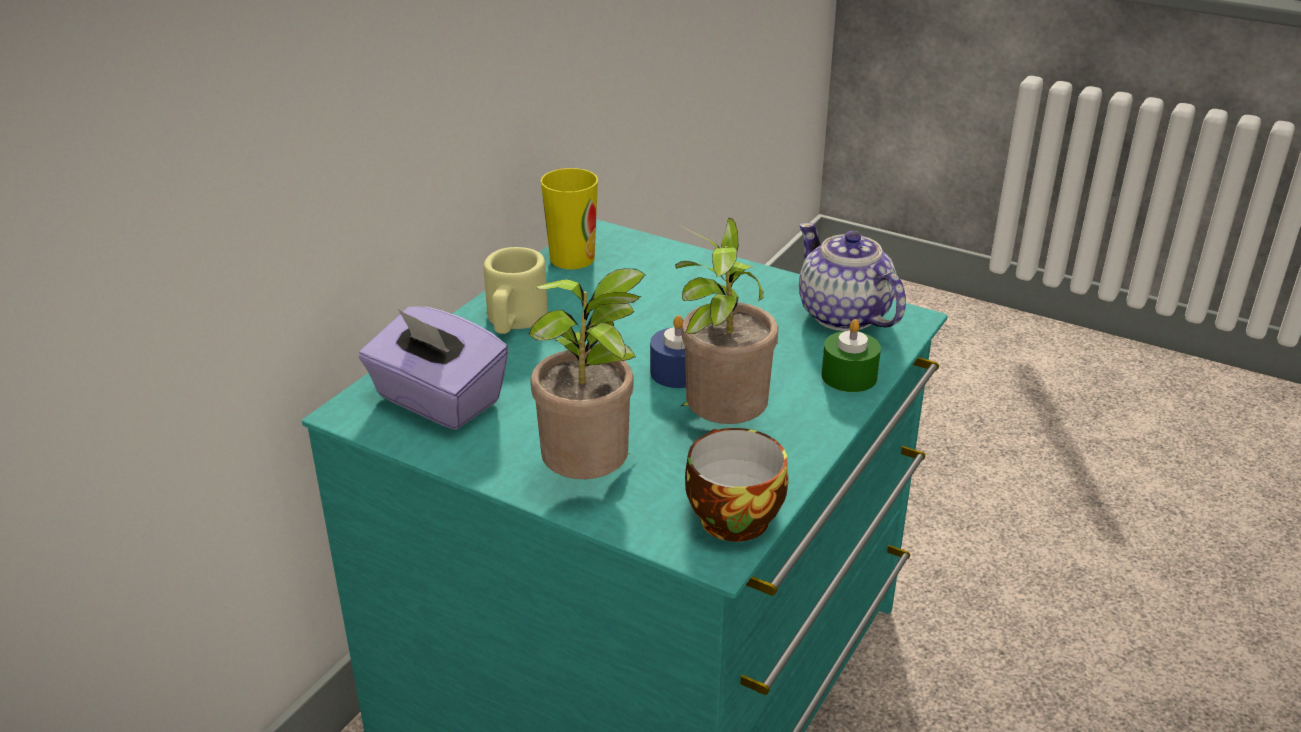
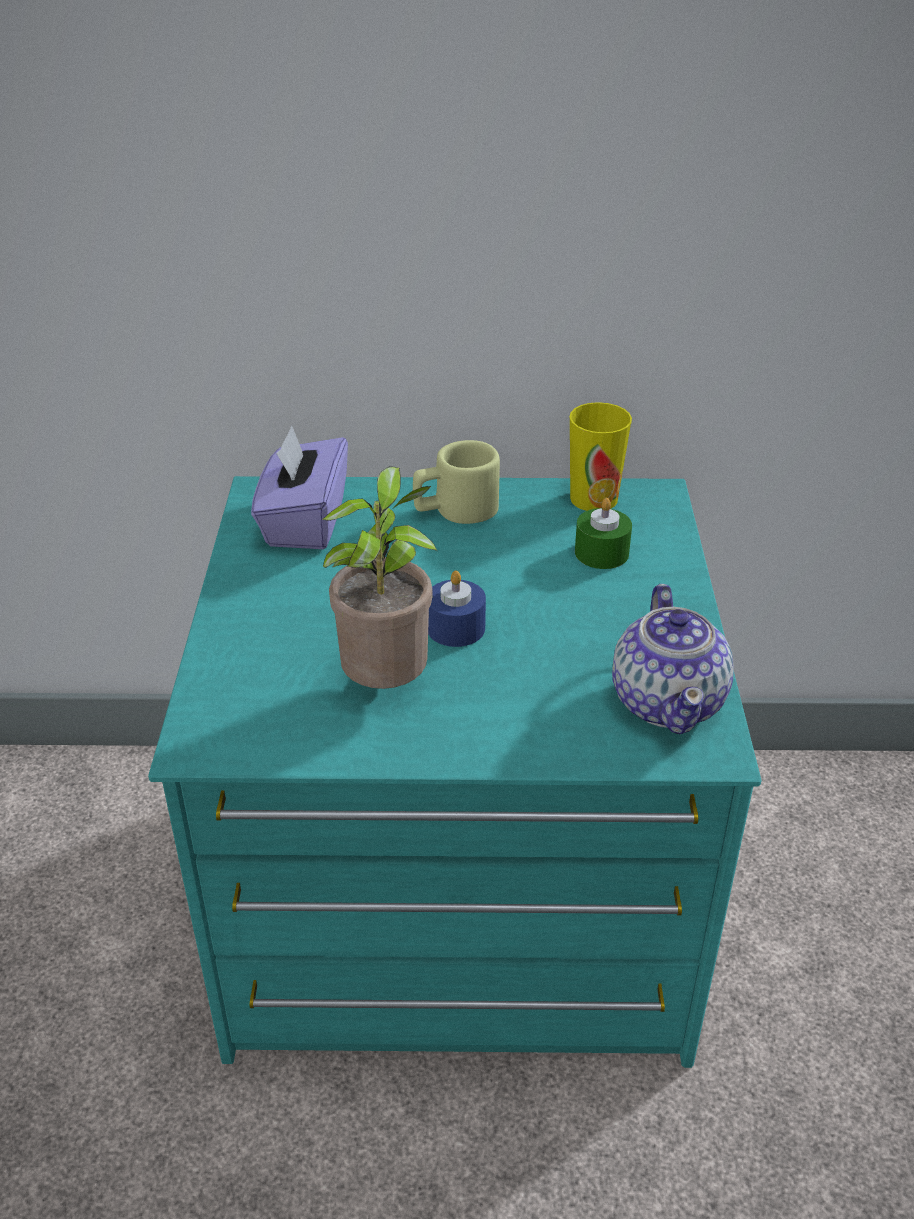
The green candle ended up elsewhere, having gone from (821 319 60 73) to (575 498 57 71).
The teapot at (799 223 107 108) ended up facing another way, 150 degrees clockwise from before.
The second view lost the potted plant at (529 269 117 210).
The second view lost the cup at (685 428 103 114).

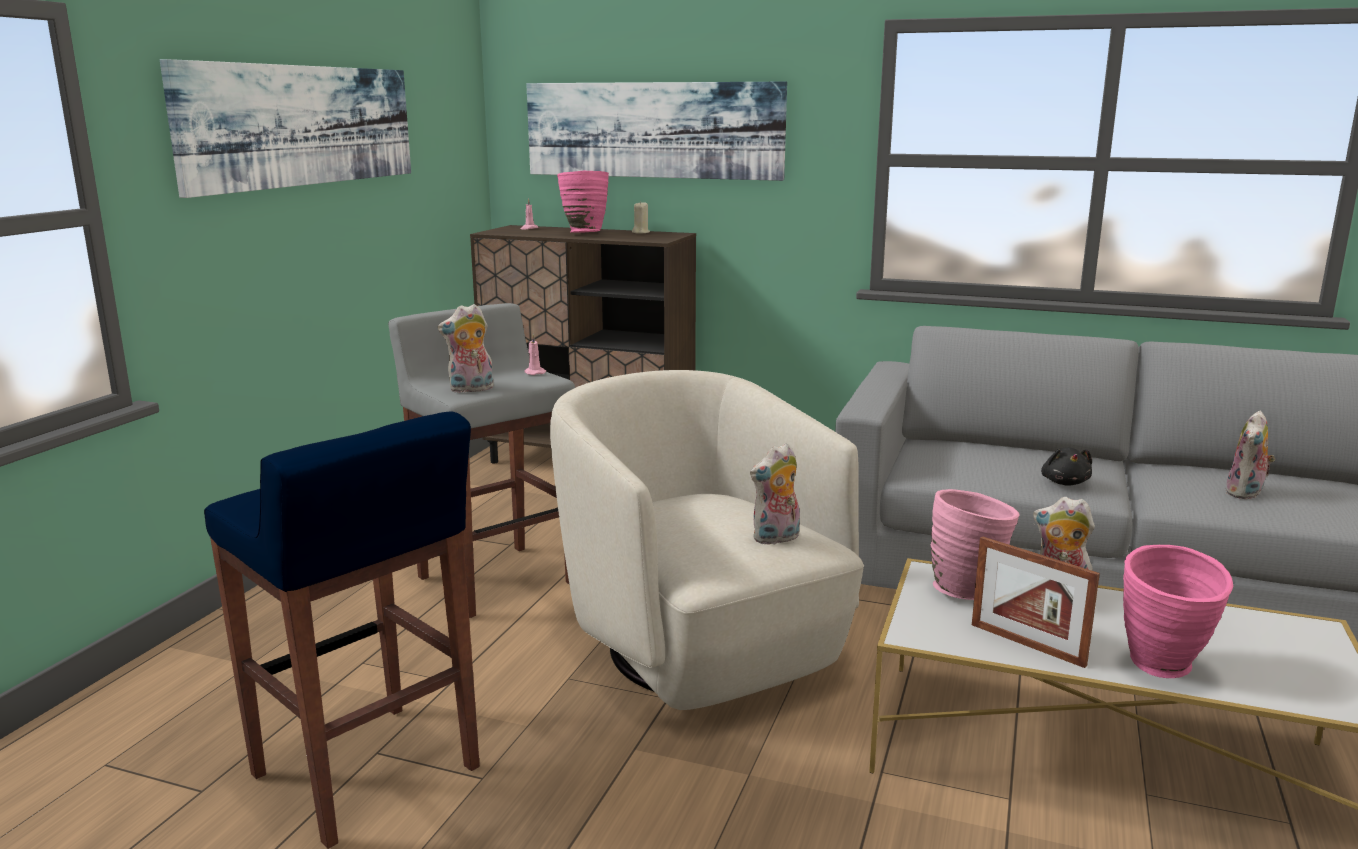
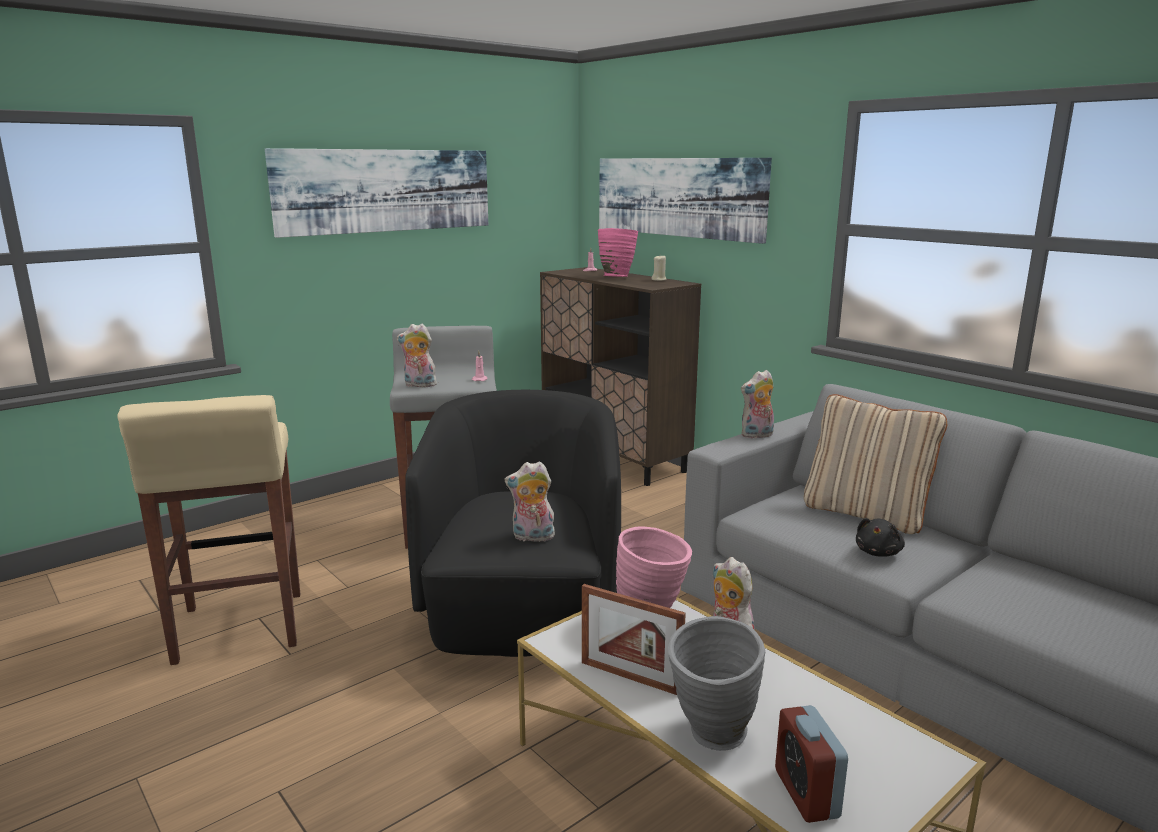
What was the blue stool at (204 412 276 437) turned into the beige stool at (117 395 183 270).
What was the beige armchair at (550 370 314 340) turned into the black armchair at (405 390 216 267).
The picture frame at (972 536 128 132) ended up facing another way, 45 degrees counterclockwise from before.
What was the pink vase at (1123 545 110 133) turned into the grey vase at (668 616 97 135).
The plush toy ended up elsewhere, having gone from (1225 411 50 88) to (741 370 33 69).
The second view gained the alarm clock at (775 705 73 118).
The second view gained the beige pillow at (804 394 143 140).

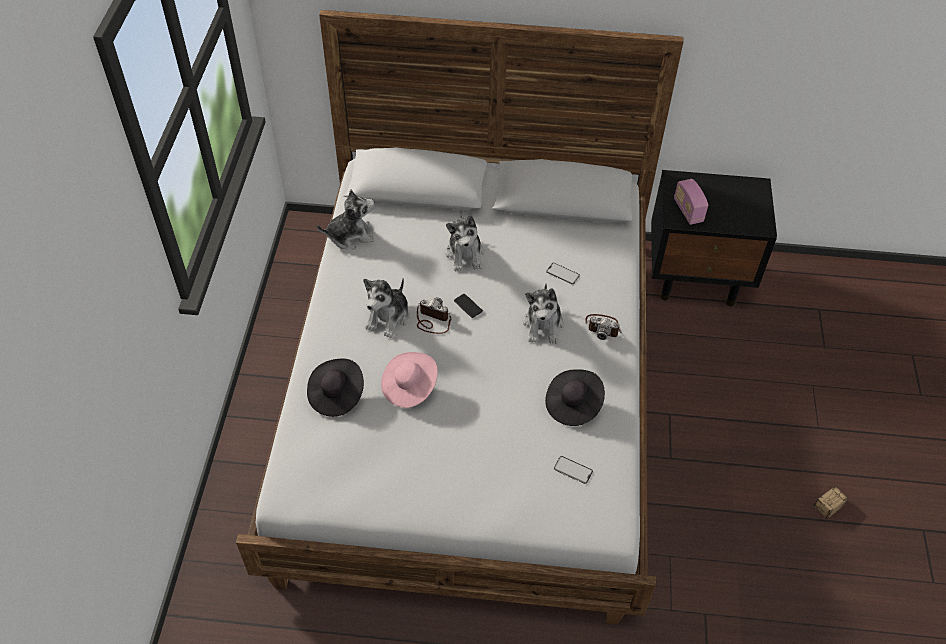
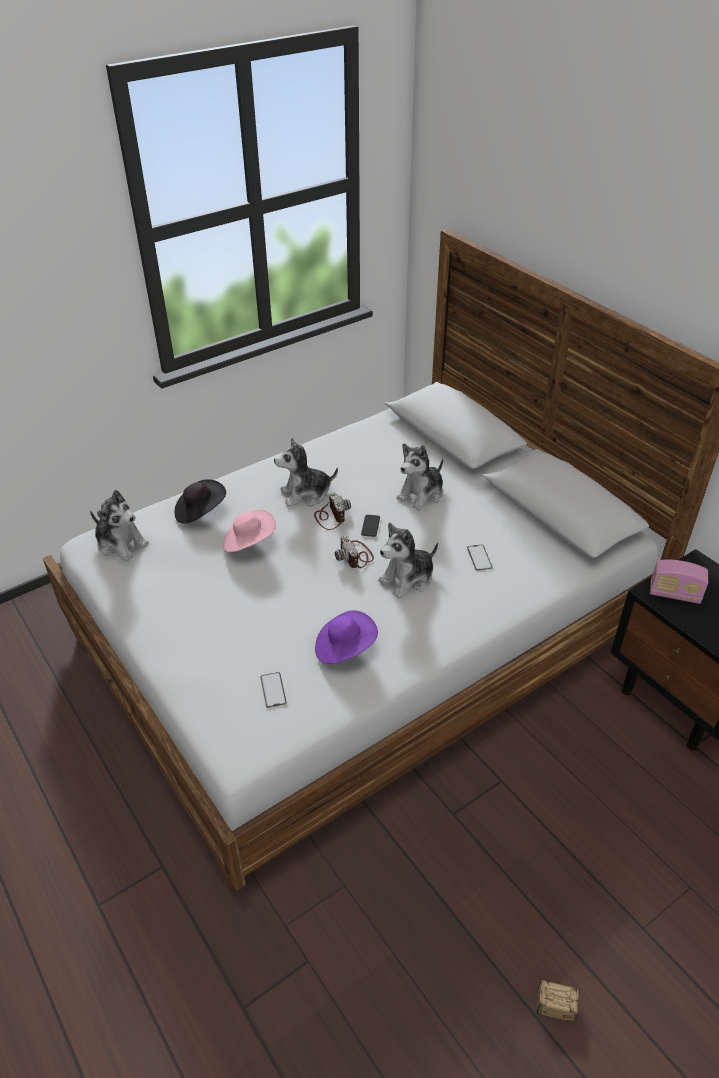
The plush toy ended up elsewhere, having gone from (317 189 58 60) to (90 490 59 71).
What was the black hat at (545 369 60 57) turned into the purple hat at (315 610 63 54).
The photo camera ended up elsewhere, having gone from (585 314 37 26) to (335 535 39 33).
The radio at (674 179 34 46) ended up facing another way, 105 degrees counterclockwise from before.

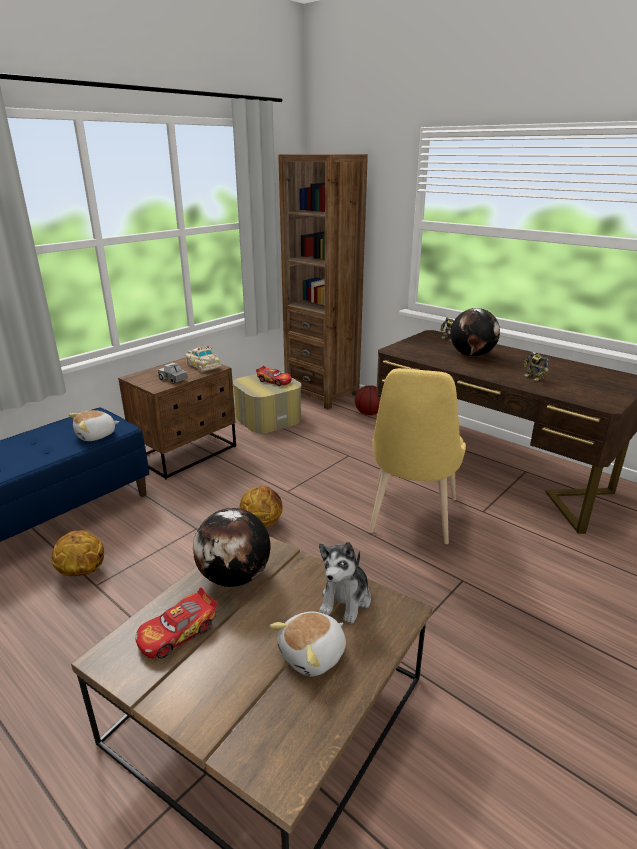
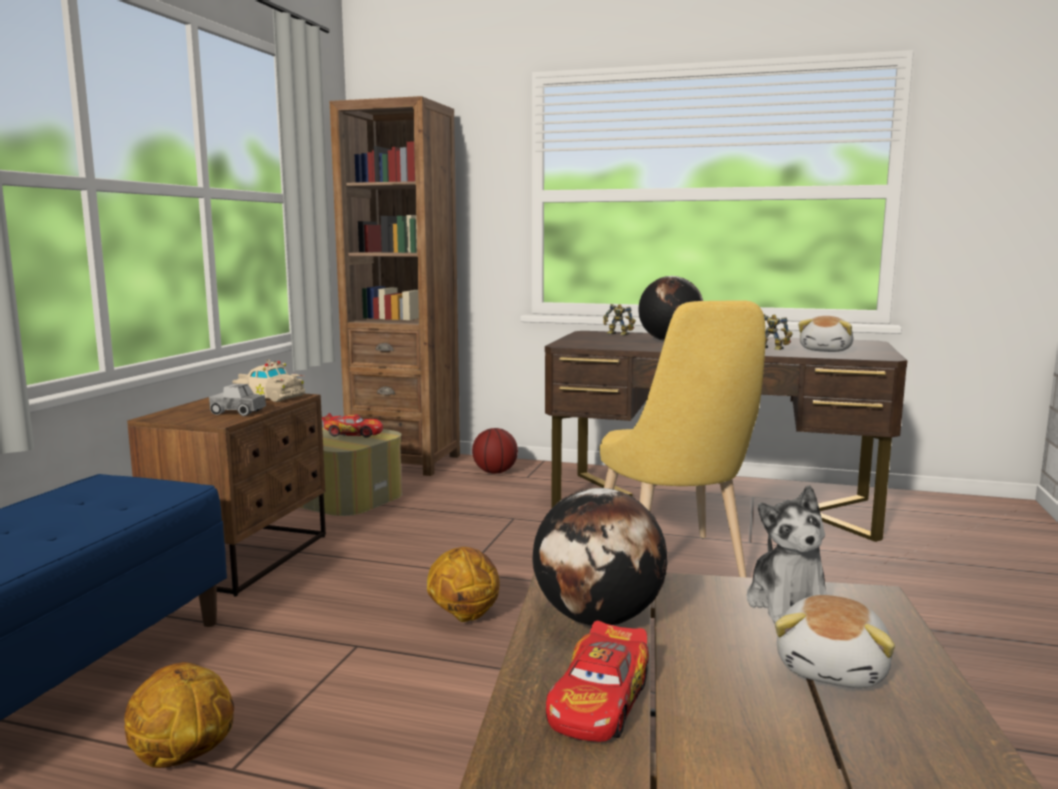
The plush toy ended up elsewhere, having gone from (69 410 50 31) to (798 316 55 36).

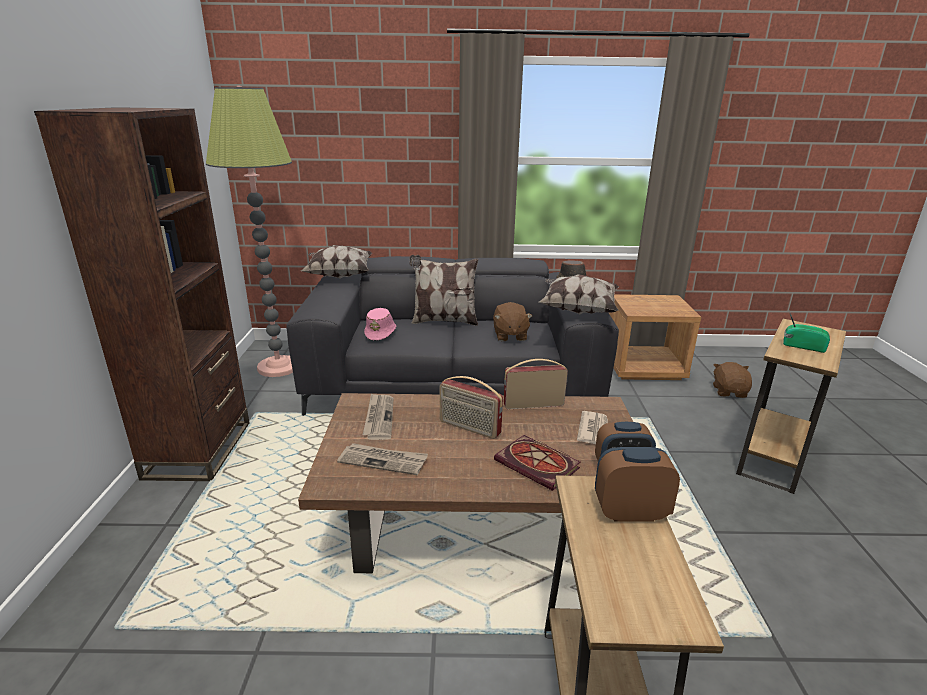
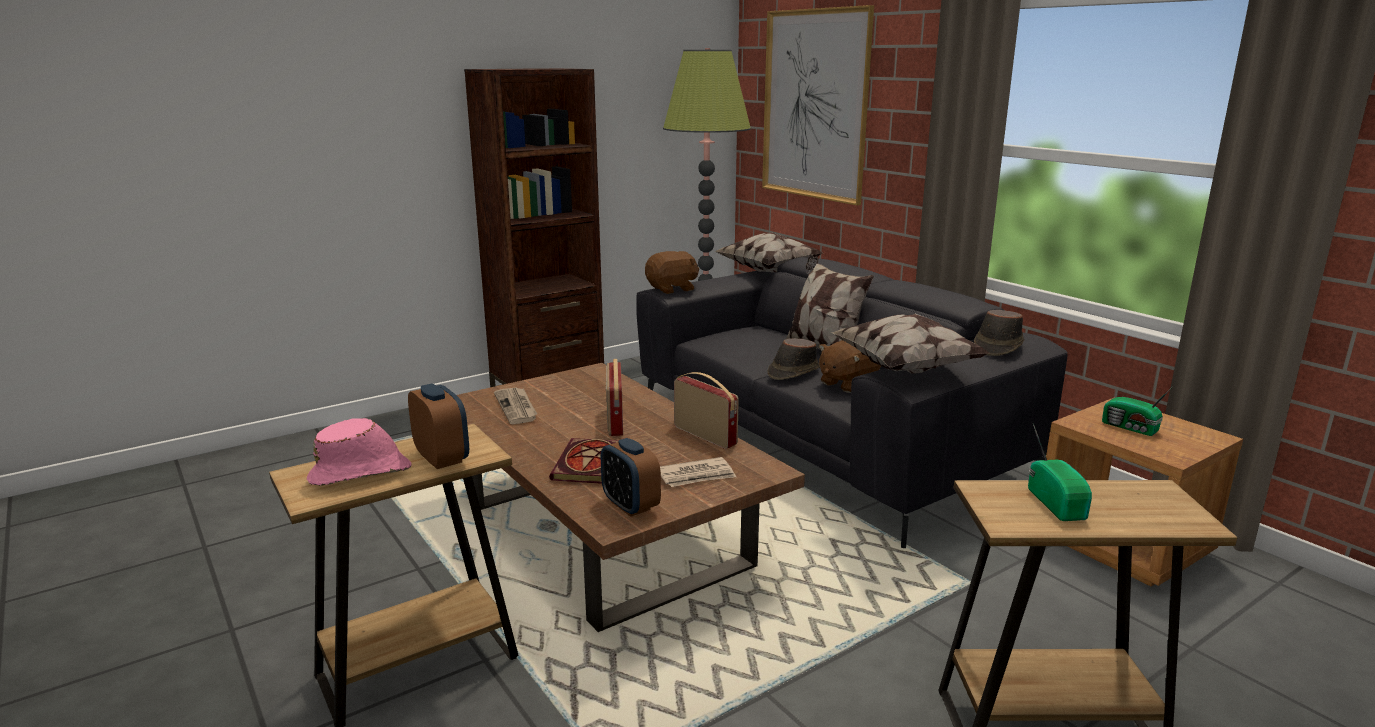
The pink hat ended up elsewhere, having gone from (364 308 33 33) to (307 418 105 67).
The brown plush toy ended up elsewhere, having gone from (713 362 39 36) to (645 251 54 43).
The second view gained the picture at (762 5 112 200).
The second view gained the brown hat at (767 338 53 42).
The second view gained the radio at (1102 386 71 50).
The second view lost the newspaper at (363 393 31 47).

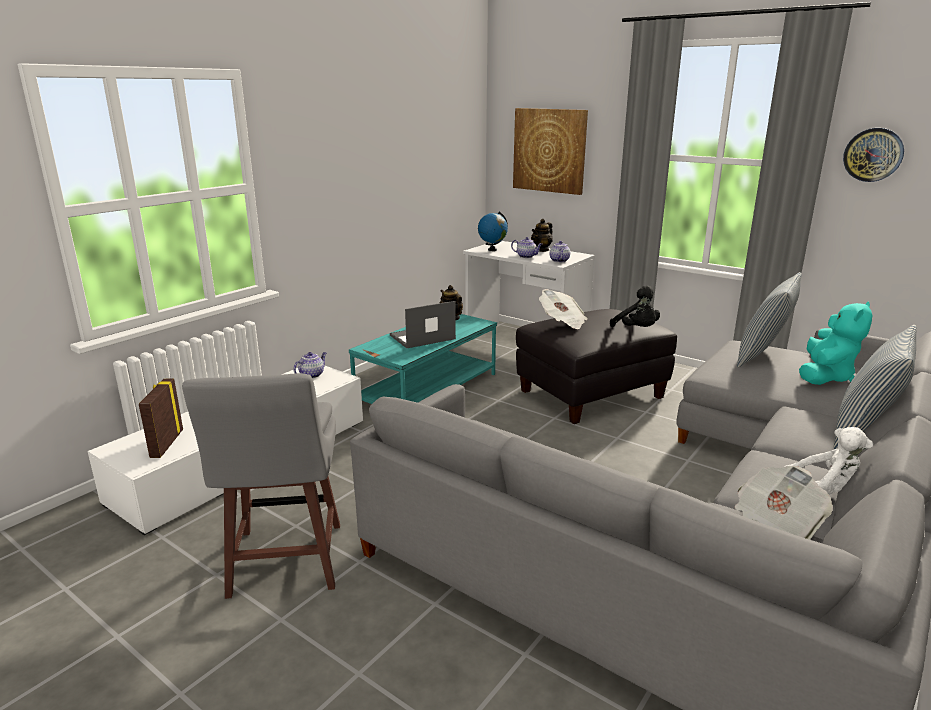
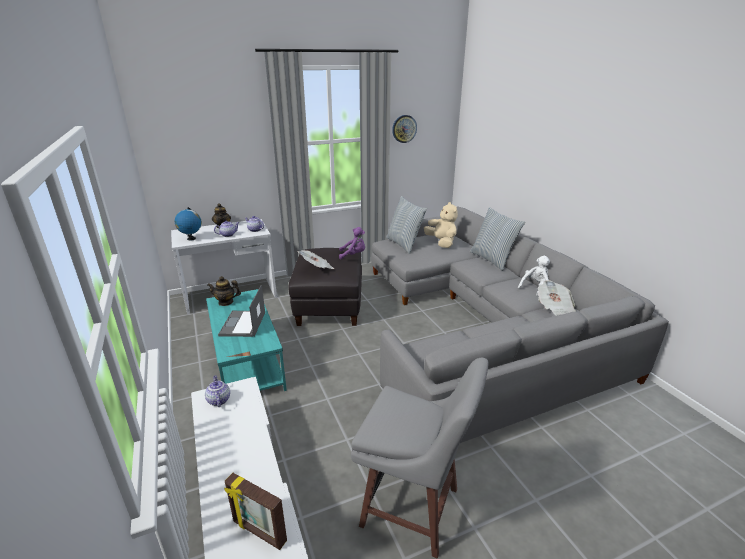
What was the black plush toy at (610 286 50 41) turned into the purple plush toy at (339 227 26 33).
What was the turquoise plush toy at (799 302 74 83) turned into the beige plush toy at (424 202 34 46).
The second view lost the picture at (513 108 75 87).

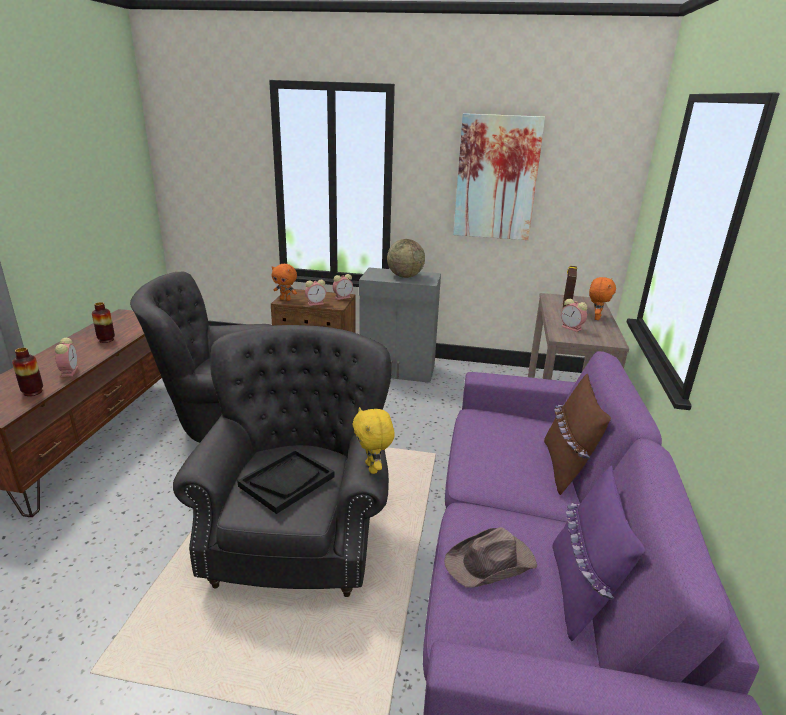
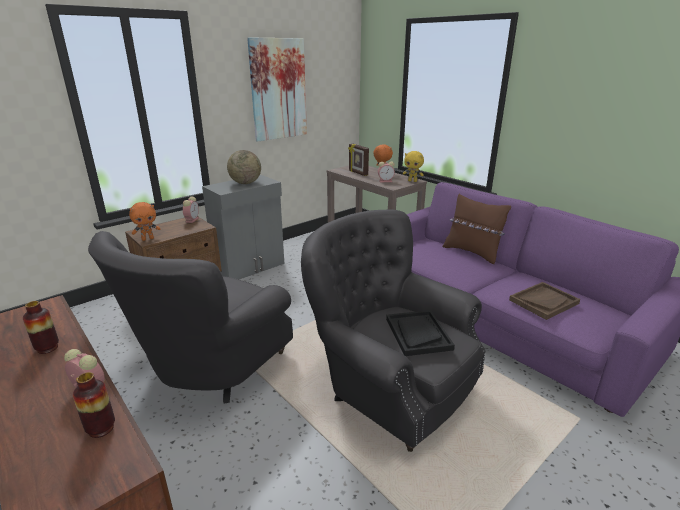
The yellow plush toy ended up elsewhere, having gone from (353 407 42 67) to (403 151 21 31).
Where the brown hat stood at (444 527 93 61), the brown tray came to stand at (509 282 71 38).
The second view lost the alarm clock at (305 279 21 27).
The second view lost the purple pillow at (552 466 93 175).

